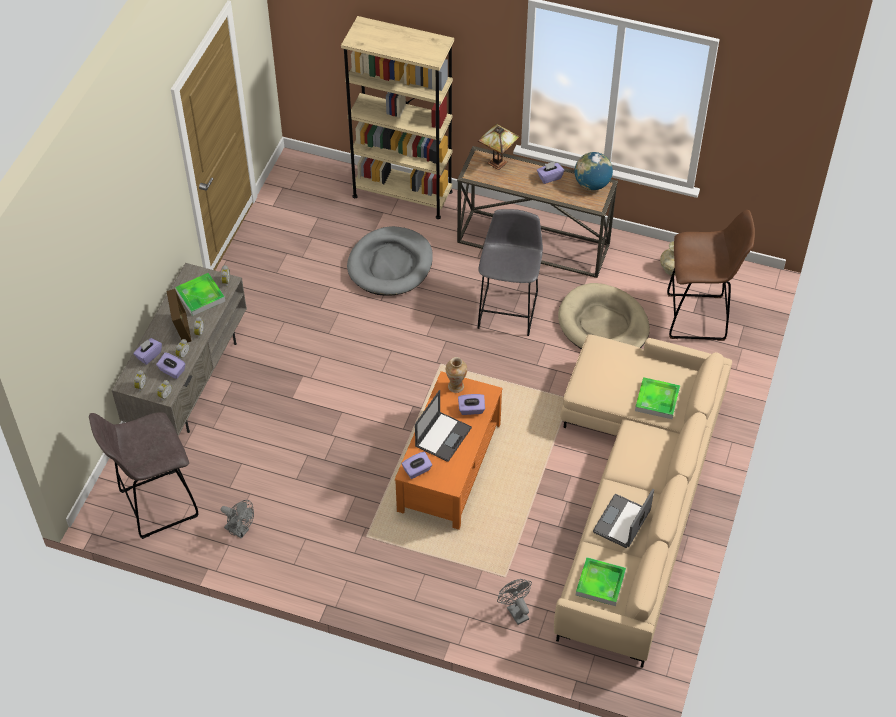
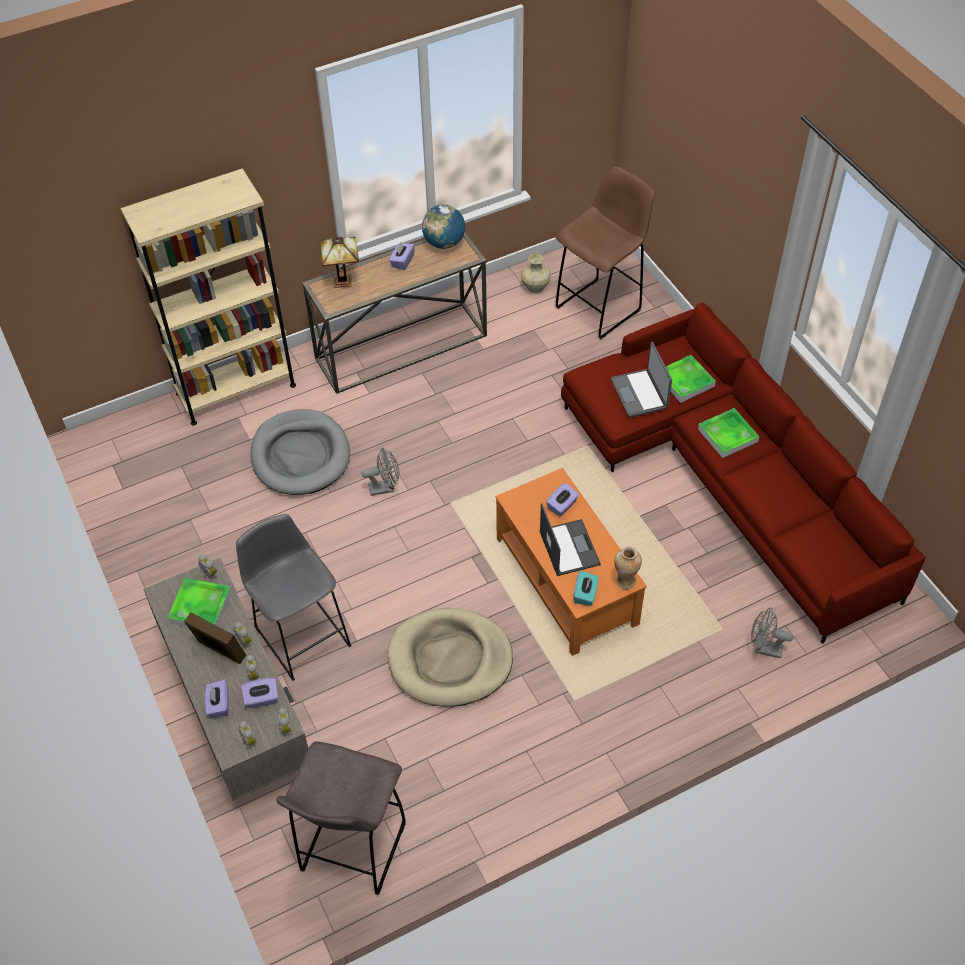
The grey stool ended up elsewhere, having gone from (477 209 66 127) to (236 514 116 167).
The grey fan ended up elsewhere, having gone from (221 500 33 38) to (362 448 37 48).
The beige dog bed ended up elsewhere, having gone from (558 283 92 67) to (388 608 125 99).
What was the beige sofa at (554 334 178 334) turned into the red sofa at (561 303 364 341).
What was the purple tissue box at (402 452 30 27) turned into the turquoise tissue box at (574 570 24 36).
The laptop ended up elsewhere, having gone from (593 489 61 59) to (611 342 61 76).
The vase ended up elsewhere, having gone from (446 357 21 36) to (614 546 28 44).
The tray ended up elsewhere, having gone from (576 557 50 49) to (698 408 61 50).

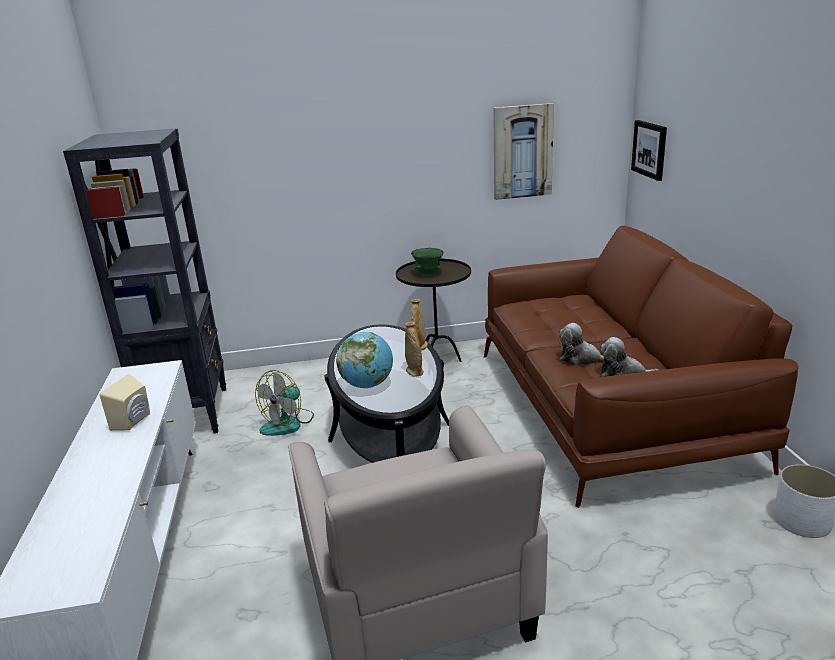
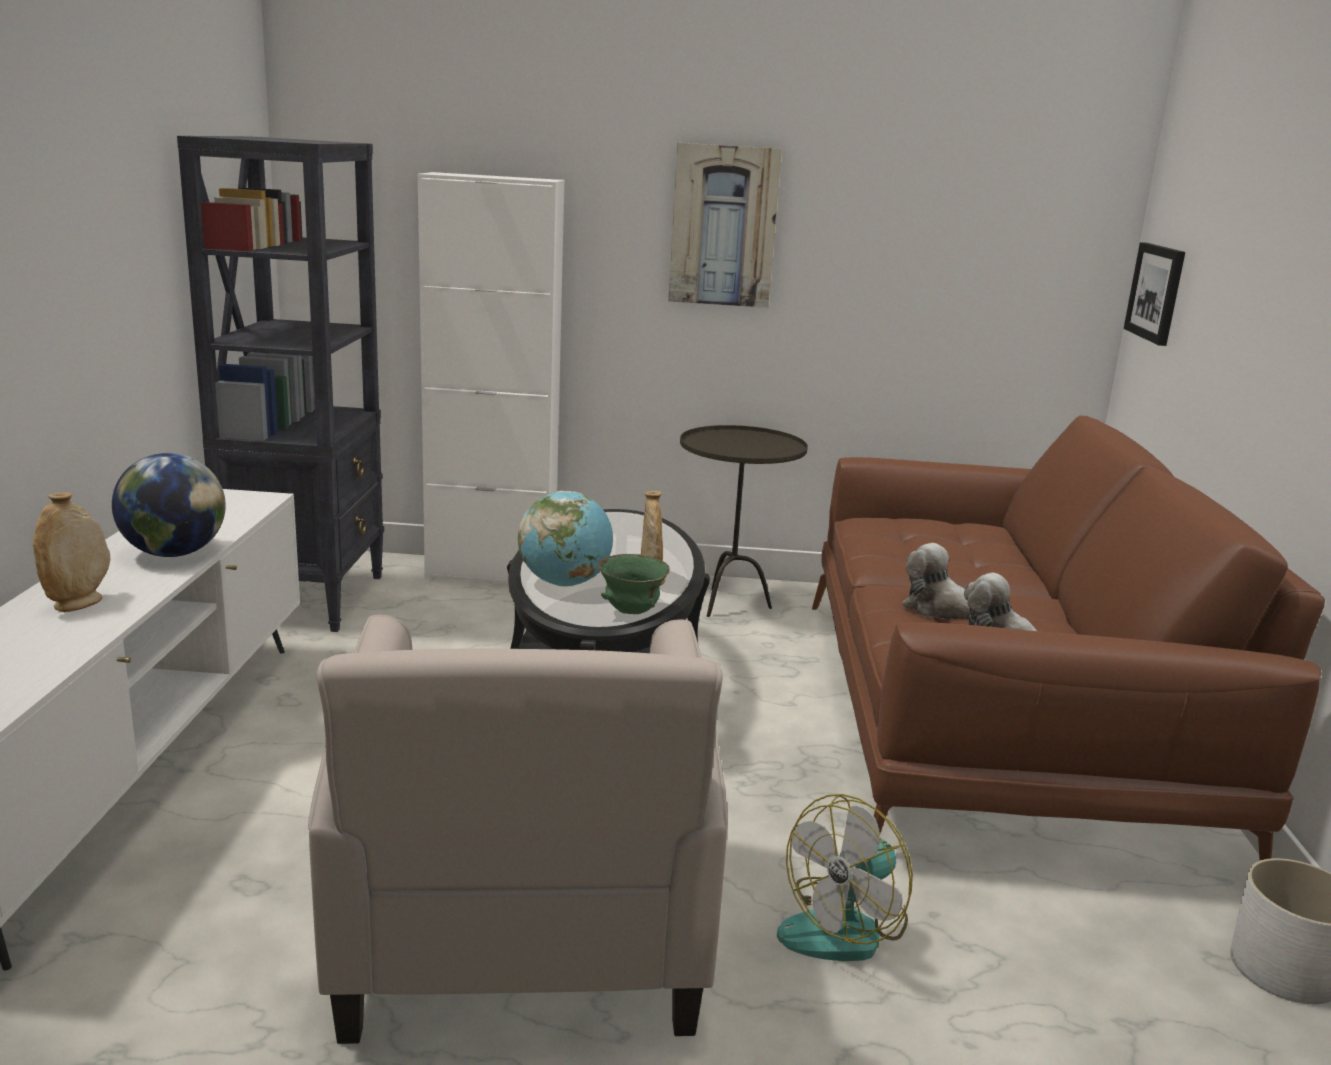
The beige vase ended up elsewhere, having gone from (411 299 17 51) to (33 492 77 120).
Where the beige speaker stood at (100 374 50 57), the globe came to stand at (112 453 114 104).
The second view gained the white cabinet at (418 172 146 411).
The green bowl ended up elsewhere, having gone from (411 248 33 27) to (598 554 72 60).
The picture ended up elsewhere, having gone from (493 103 61 97) to (668 143 114 165).
The fan ended up elsewhere, having gone from (255 370 59 66) to (777 794 136 167).

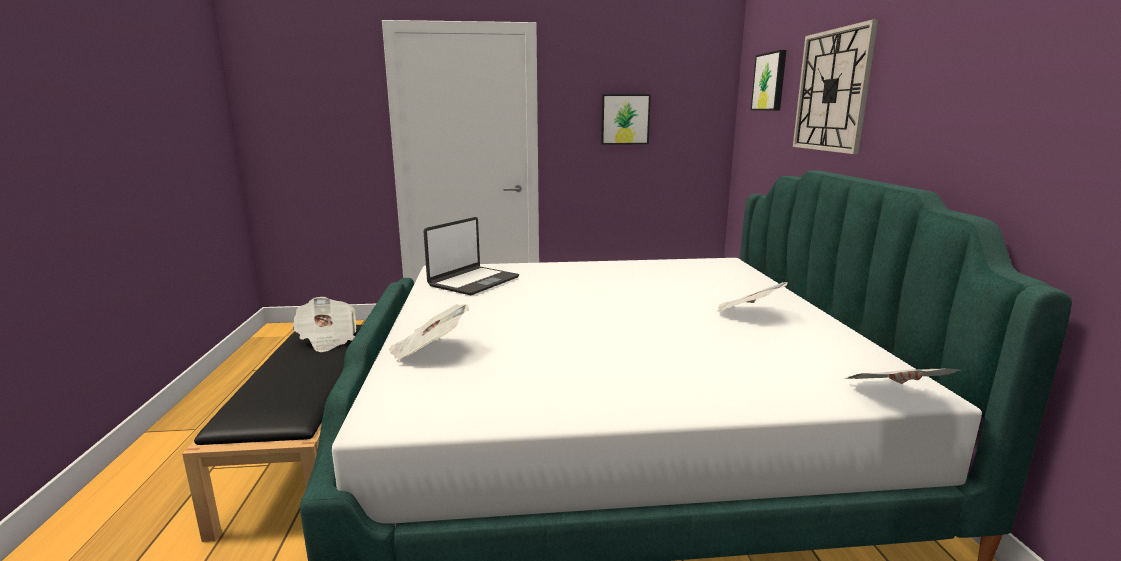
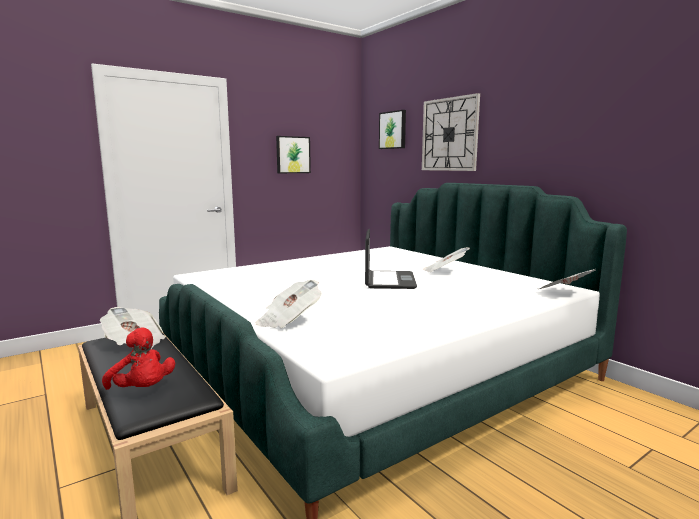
The second view gained the red plush toy at (102 327 73 63).
The laptop ended up elsewhere, having gone from (424 217 95 78) to (365 229 52 60).

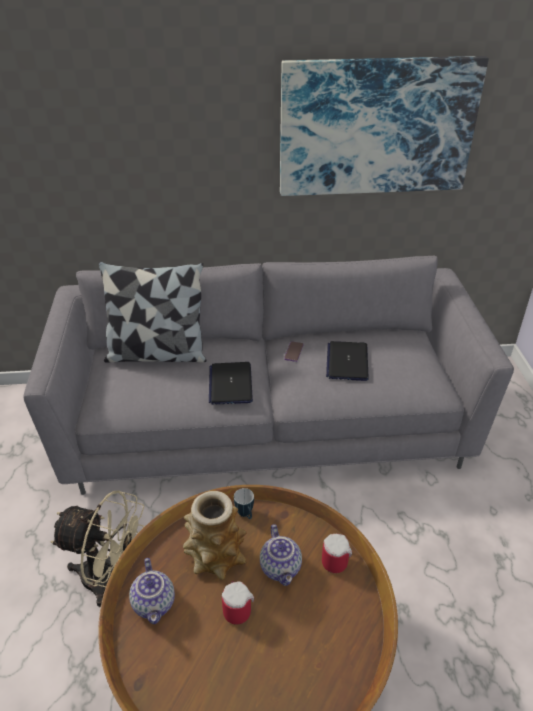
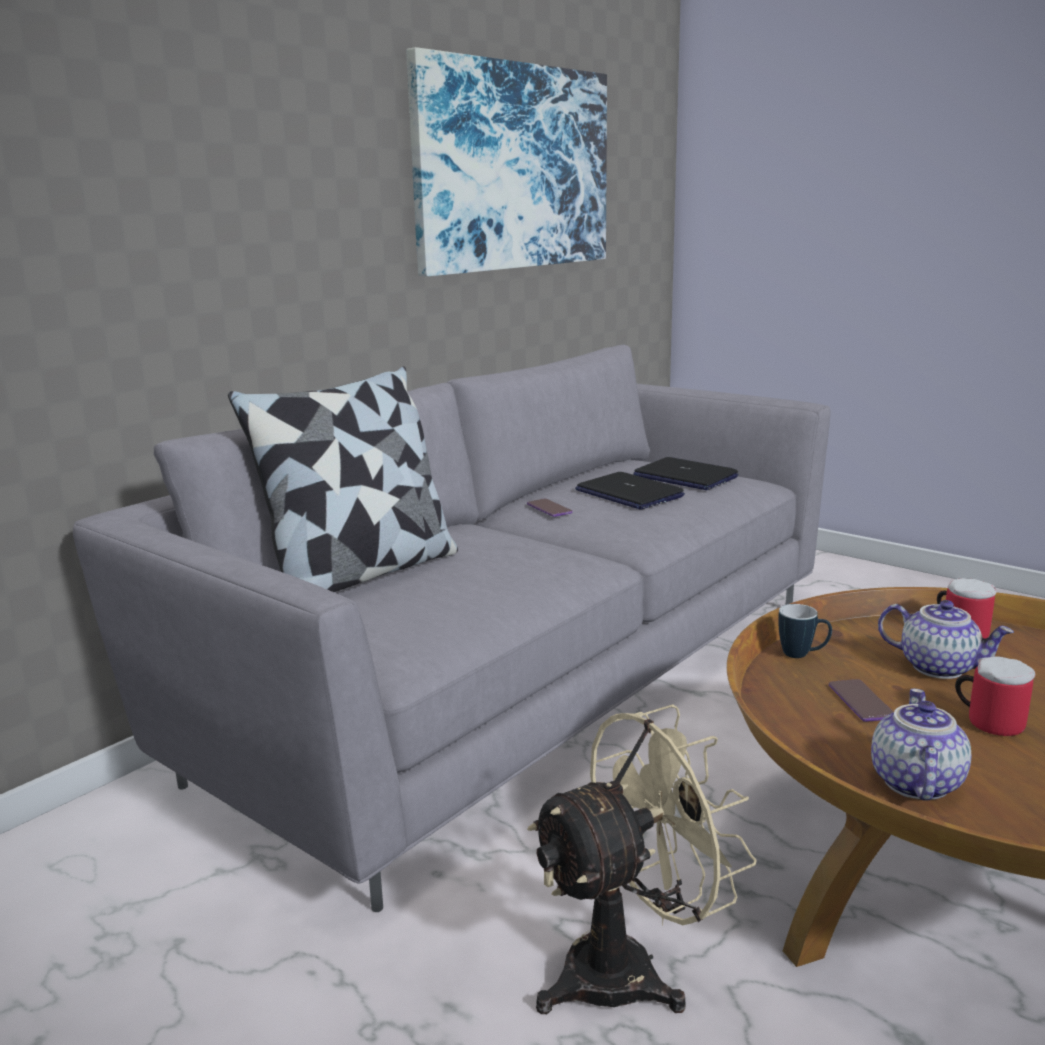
The laptop ended up elsewhere, having gone from (209 362 44 43) to (633 457 105 33).
Where the vase stood at (183 491 64 89), the phone came to stand at (829 679 64 43).
The teapot at (129 558 46 66) ended up facing another way, 105 degrees counterclockwise from before.

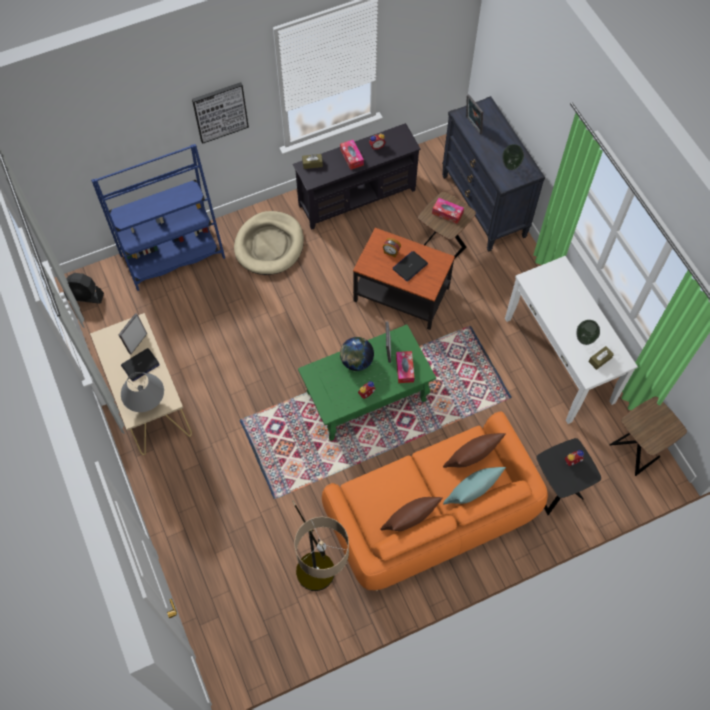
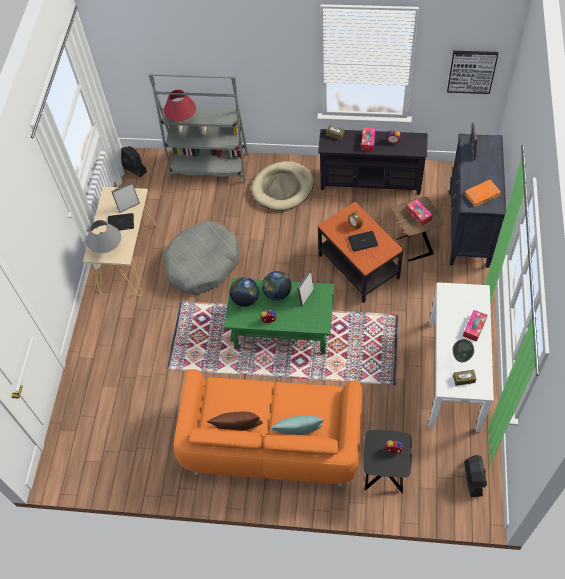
What was the blue bookcase at (91 144 134 147) turned into the grey bookcase at (149 73 99 110).
The second view gained the red table lamp at (164 90 32 32).
The second view gained the grey dog bed at (164 221 76 74).
The second view gained the globe at (229 277 30 30).
The picture ended up elsewhere, having gone from (192 82 57 62) to (447 51 51 43).
The tissue box ended up elsewhere, having gone from (396 351 18 32) to (463 310 24 32).
Where the brown side table stood at (609 397 78 79), the black fan came to stand at (464 455 23 42).
Where the vase stood at (502 144 22 26), the orange book came to stand at (465 180 36 27).
The second view lost the floor lamp at (292 500 57 91).
The second view lost the brown pillow at (443 433 63 35).

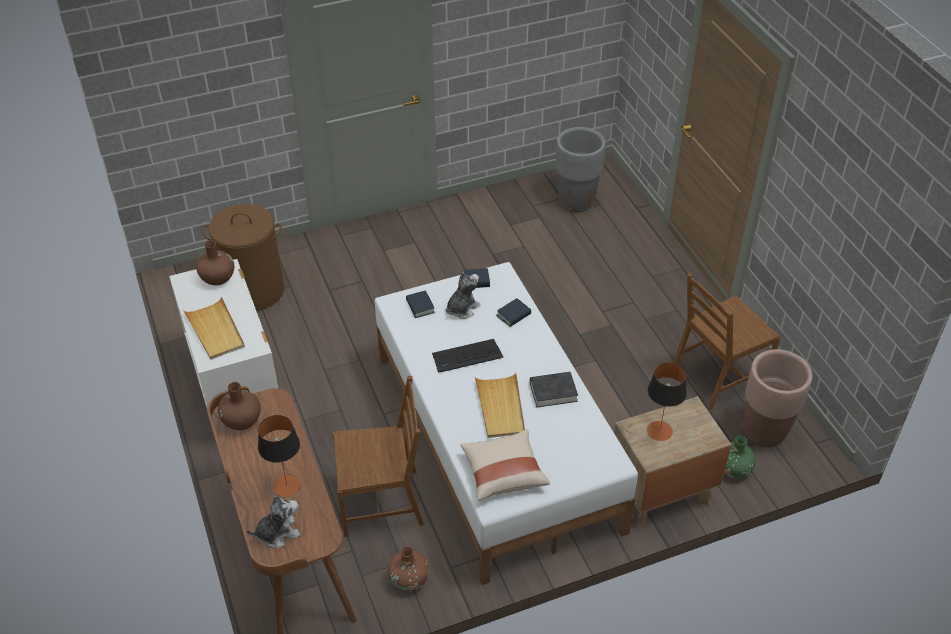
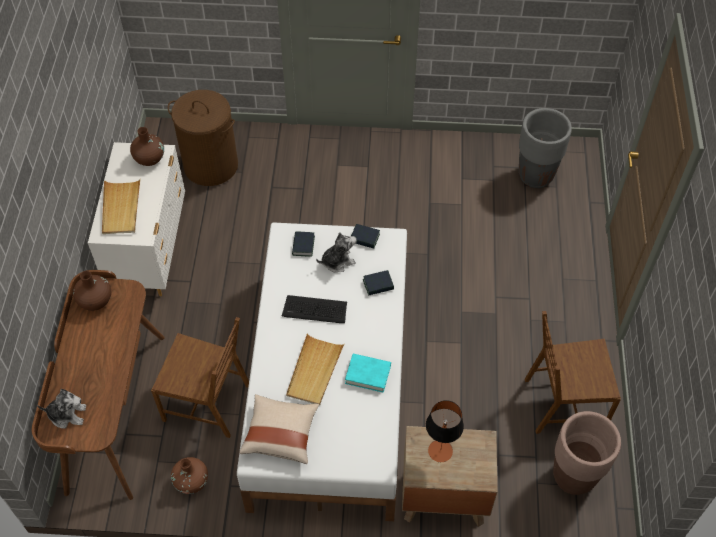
What was the black book at (530 372 48 36) turned into the turquoise book at (345 354 46 39).
The second view lost the table lamp at (258 415 43 82).
The second view lost the green vase at (724 436 32 43).

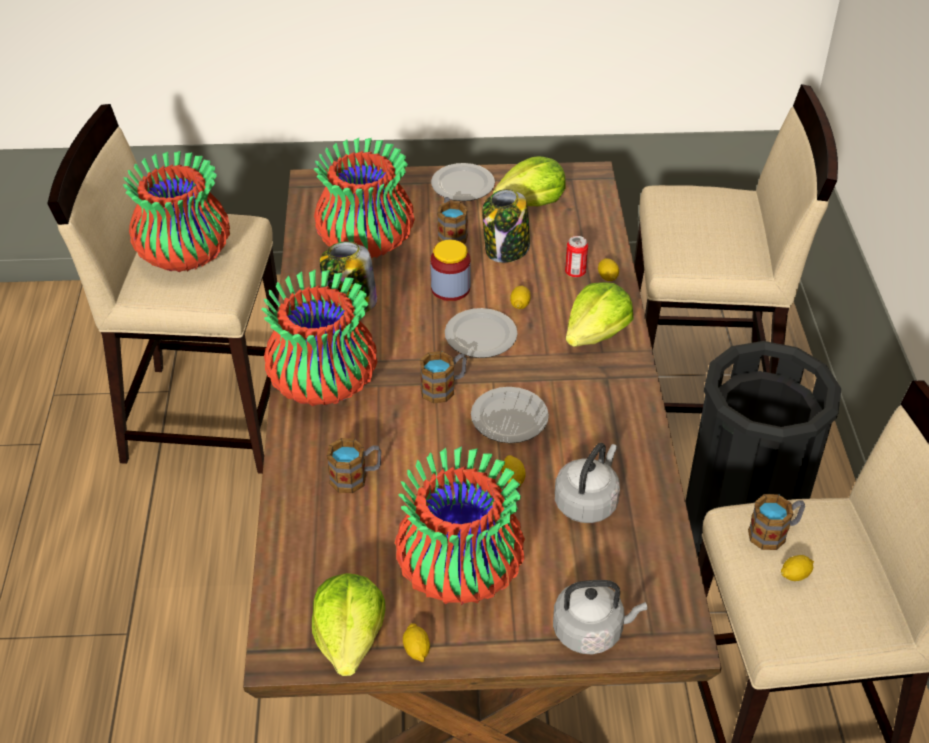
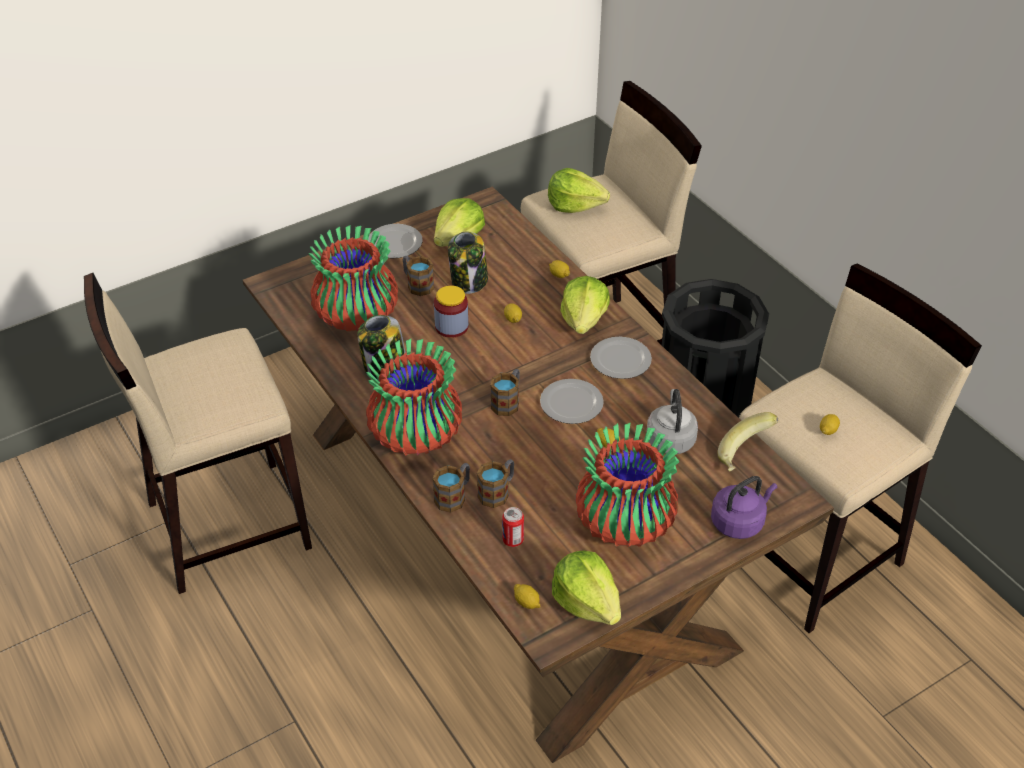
The mug ended up elsewhere, having gone from (748 494 57 56) to (433 463 37 49).
The can ended up elsewhere, having gone from (565 236 23 41) to (502 507 22 40).
The lemon ended up elsewhere, having gone from (403 623 27 39) to (514 584 27 25).
The second view gained the lettuce at (548 168 62 45).
The plate ended up elsewhere, having gone from (445 308 73 50) to (590 337 62 42).
What was the grey kettle at (553 580 94 74) turned into the purple kettle at (711 476 66 63).
The second view gained the banana at (717 412 61 60).
The second view lost the vase at (123 151 107 121).

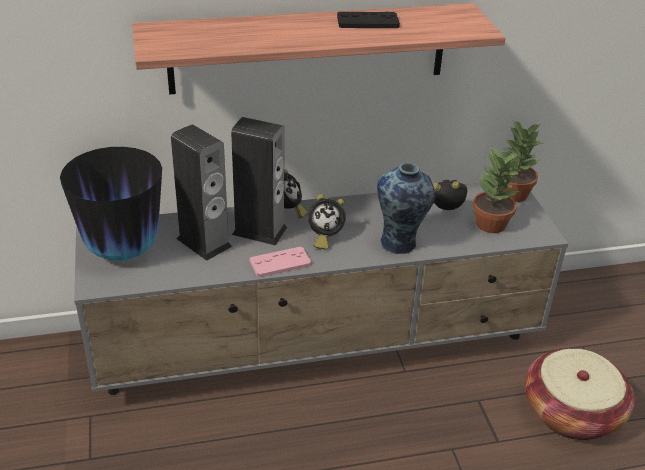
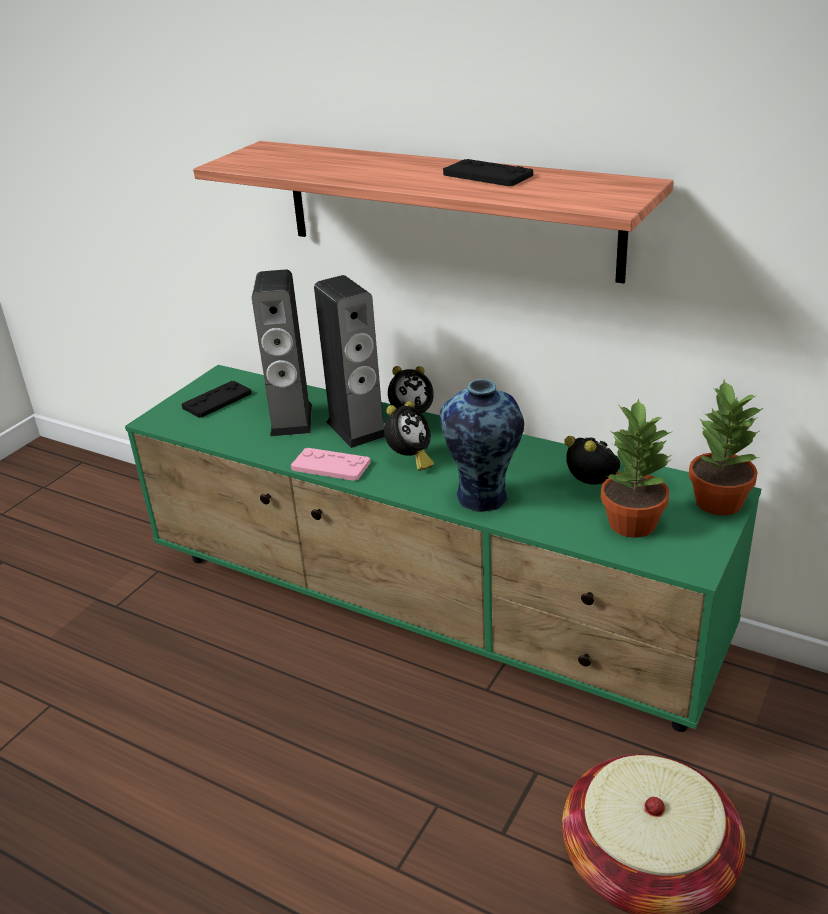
What was the grey tv stand at (74 183 494 212) turned into the green tv stand at (125 365 636 367).
Where the vase stood at (60 147 102 114), the black game controller came to stand at (182 381 69 37).
The alarm clock at (308 194 38 55) ended up facing another way, 90 degrees counterclockwise from before.

